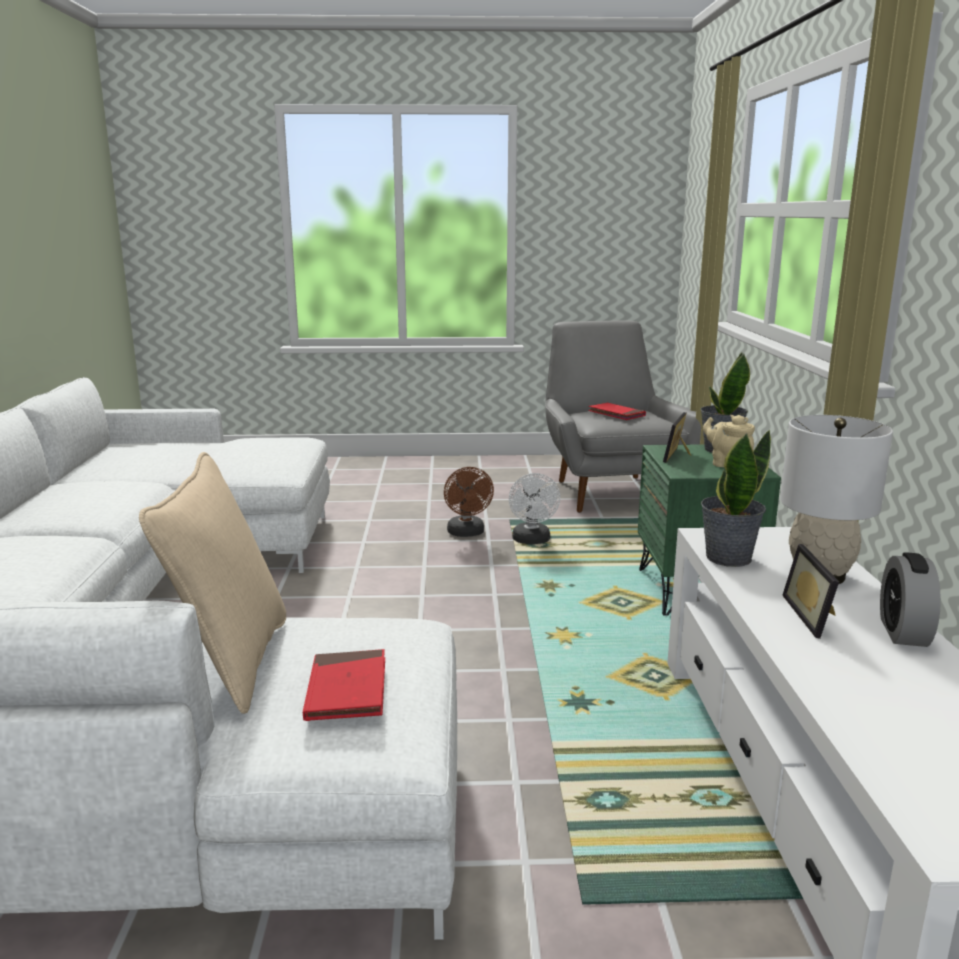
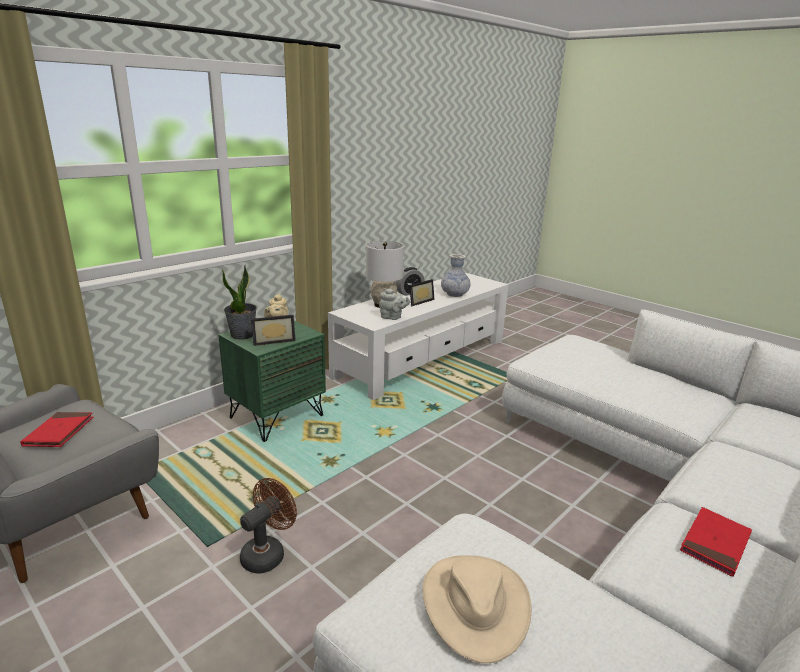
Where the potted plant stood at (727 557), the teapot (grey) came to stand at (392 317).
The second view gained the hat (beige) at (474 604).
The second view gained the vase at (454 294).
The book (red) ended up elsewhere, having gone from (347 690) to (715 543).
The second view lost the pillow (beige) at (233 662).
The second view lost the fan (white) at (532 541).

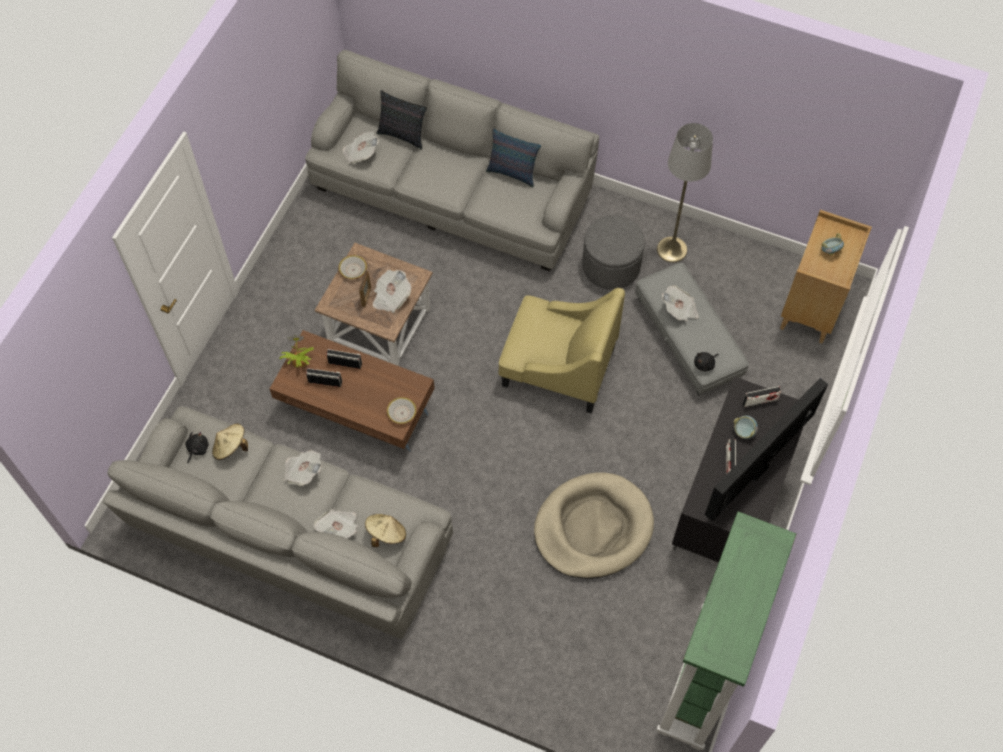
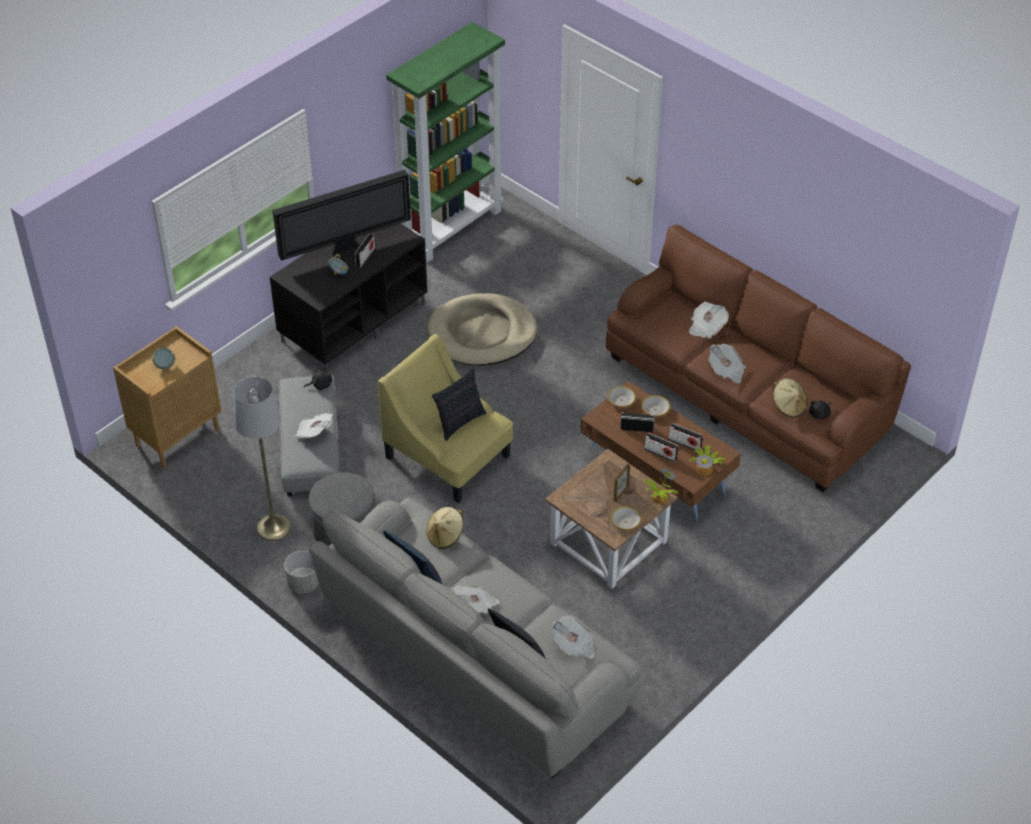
The second view gained the planter (grey) at (303 583).
The hat (beige) ended up elsewhere, having gone from (386 534) to (445 536).
The second view gained the pillow (black) at (460 422).
The newspaper ended up elsewhere, having gone from (391 297) to (476 605).
What was the sofa (grey) at (291 538) turned into the sofa (brown) at (747 394).
The radio ended up elsewhere, having gone from (760 401) to (636 428).
The second view gained the bowl at (655 410).
The second view gained the potted plant at (659 497).

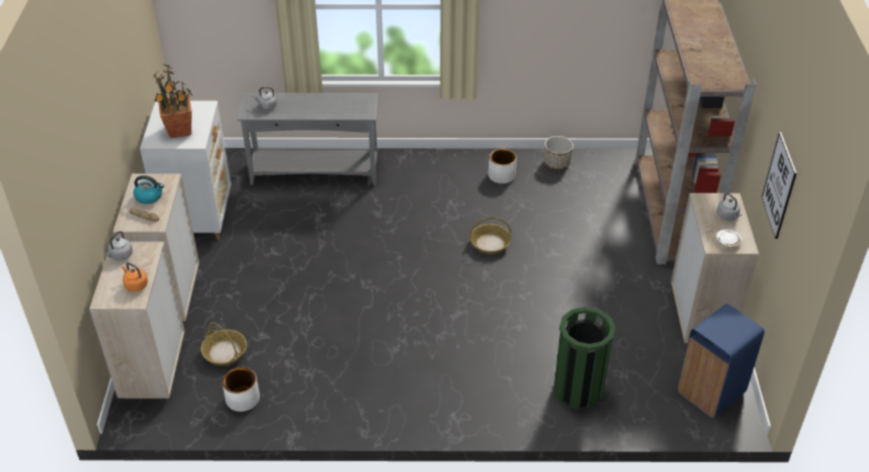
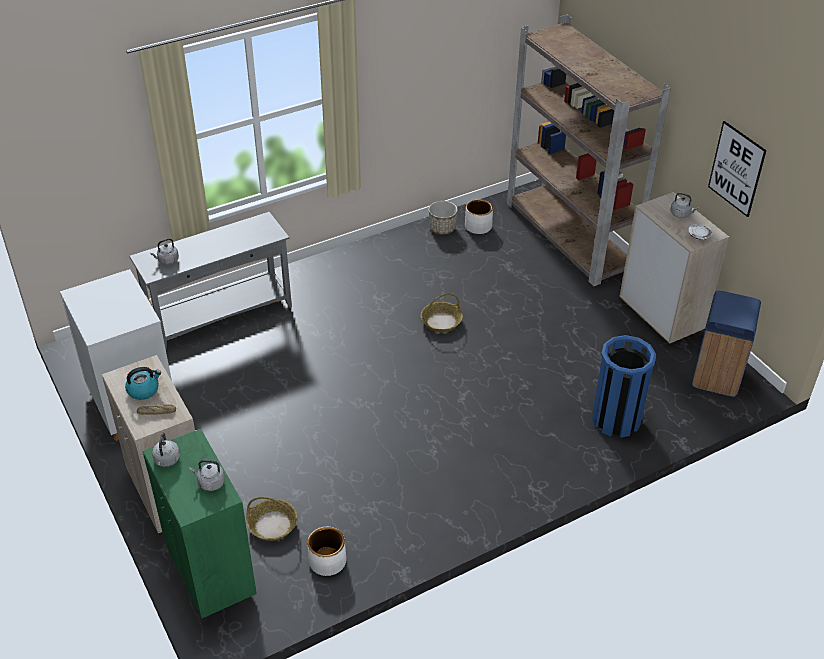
What was the cabinet (beige) at (153 367) turned into the cabinet (green) at (210 572).
What was the kettle (orange) at (135 285) turned into the kettle (grey) at (210 483).
The planter (white) ended up elsewhere, having gone from (502 175) to (478 226).
What was the trash can (green) at (578 390) turned into the trash can (blue) at (616 419).
The second view lost the potted plant at (180 130).

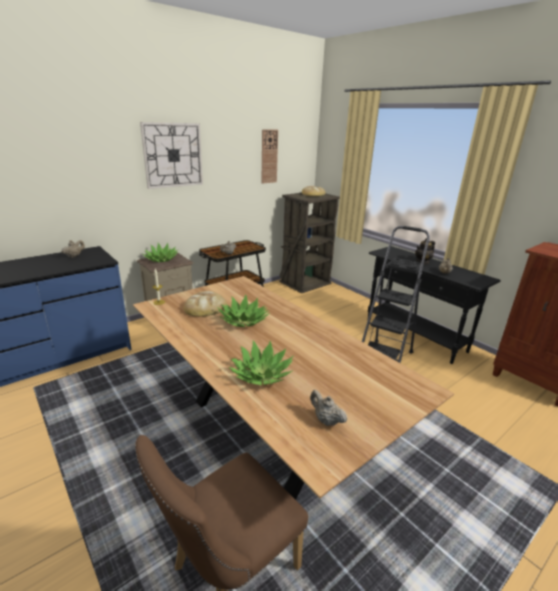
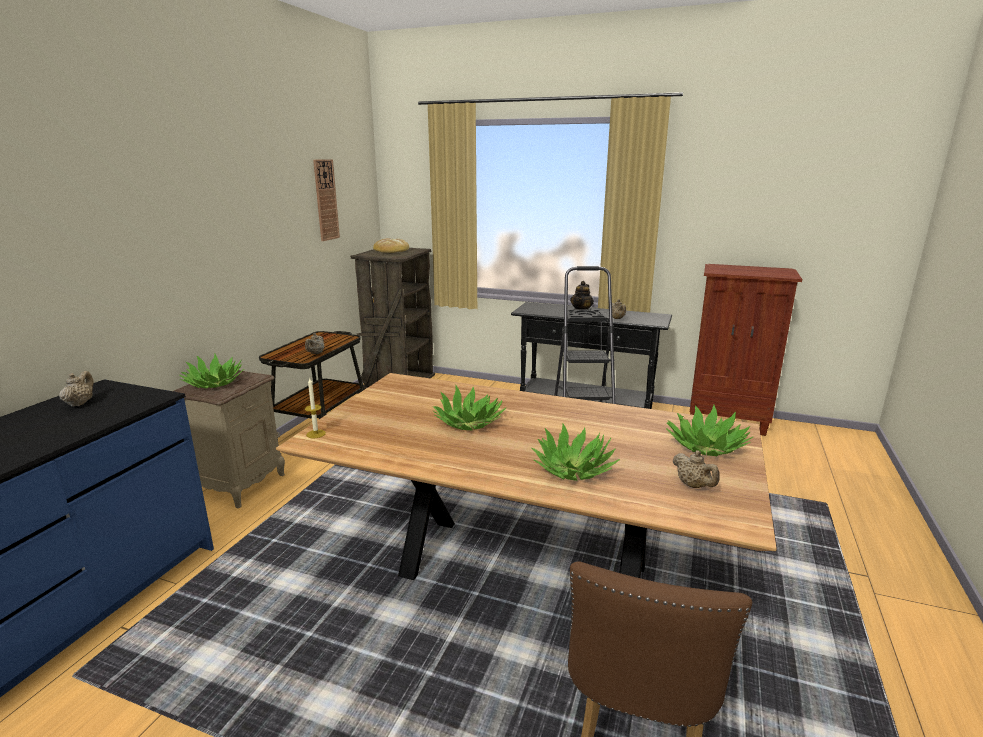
The second view gained the potted plant at (705 446).
The teapot (beige) at (326 420) ended up facing another way, 135 degrees counterclockwise from before.
The second view lost the wall clock at (173 155).
The second view lost the bread at (205 307).

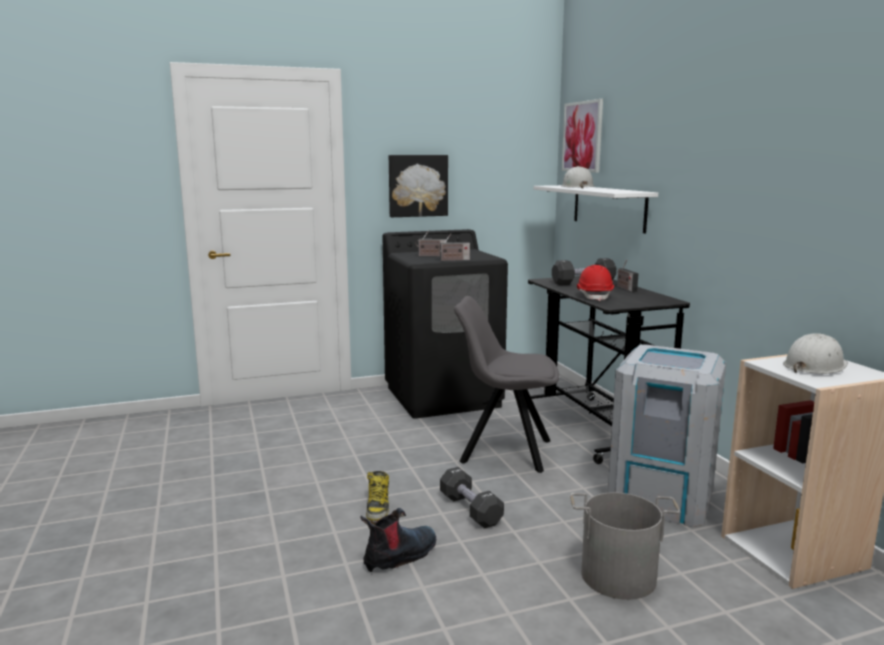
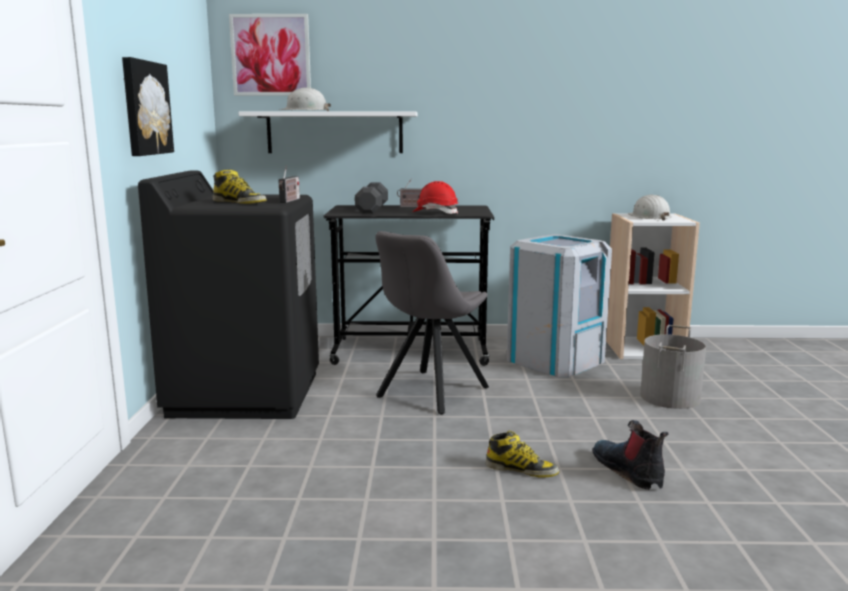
Where the radio stood at (431 256), the boot came to stand at (240 202).
The second view lost the dumbbell (black) at (470 510).

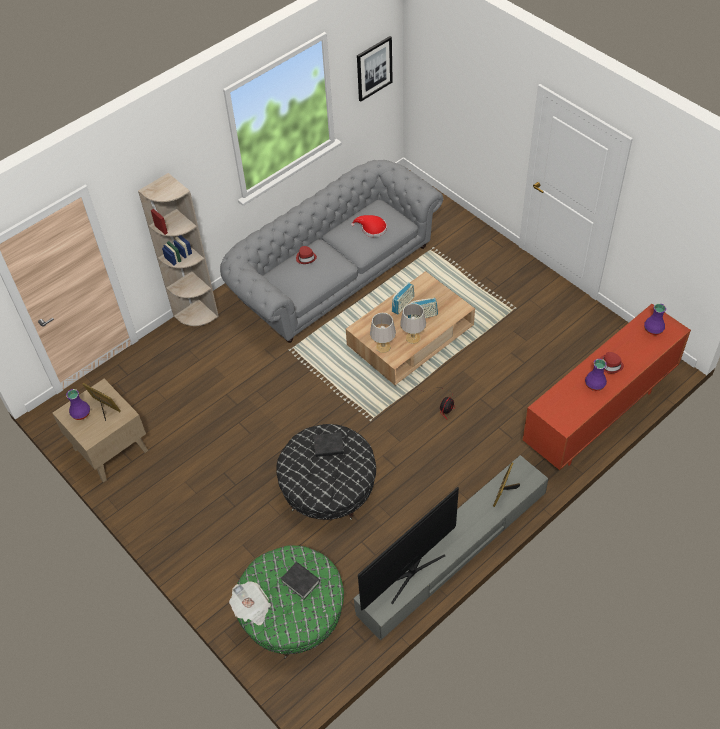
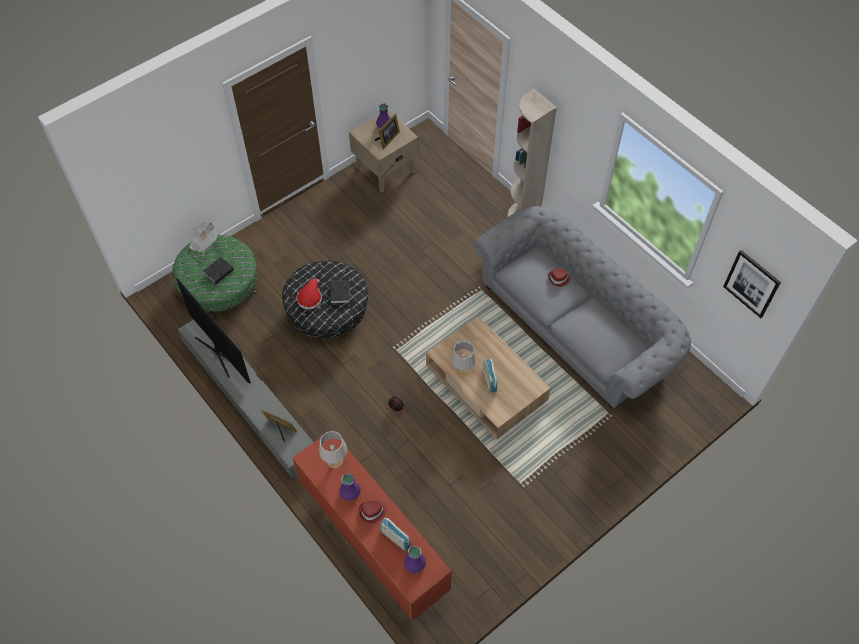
The hat (red) ended up elsewhere, having gone from (371 229) to (310 297).
The table lamp (grey) ended up elsewhere, having gone from (383 346) to (335 460).
The radio ended up elsewhere, having gone from (403 304) to (395 538).

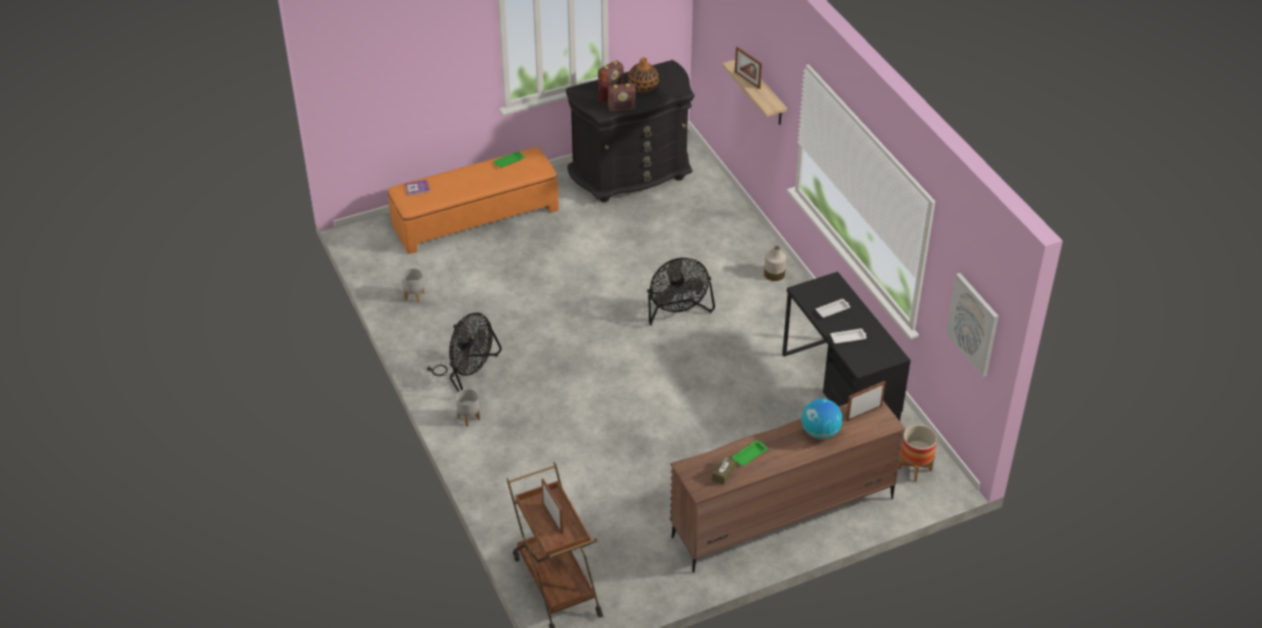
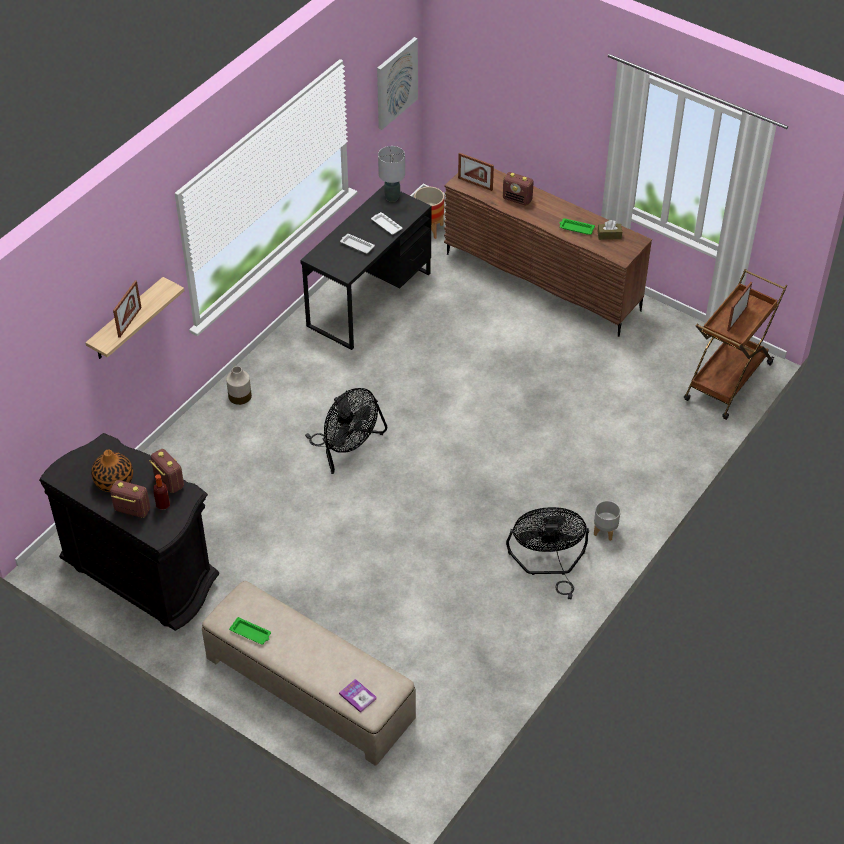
What was the bench (orange) at (476 217) turned into the bench (beige) at (308 688).
The fan (black) at (674 310) ended up facing another way, 90 degrees clockwise from before.
The second view gained the table lamp (grey) at (392 197).
Where the globe stood at (820 432), the radio came to stand at (517 199).
The second view lost the planter (grey) at (414 296).

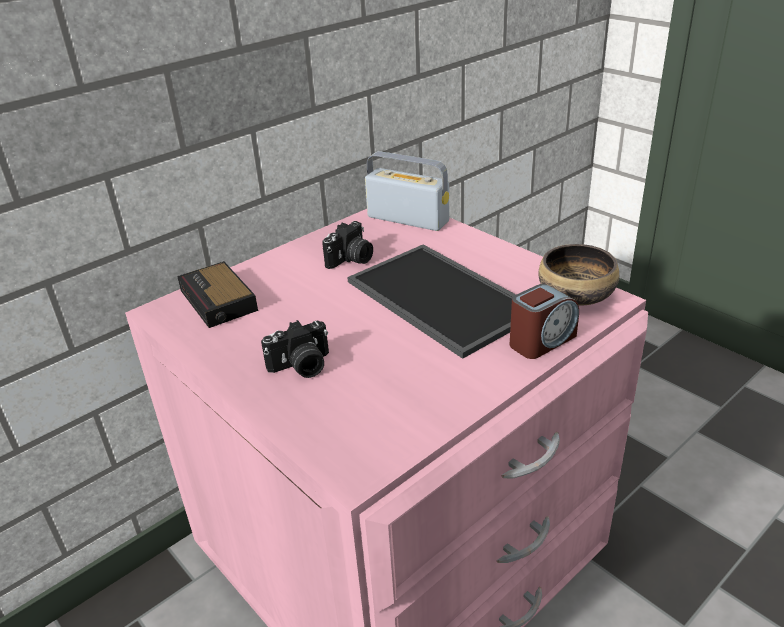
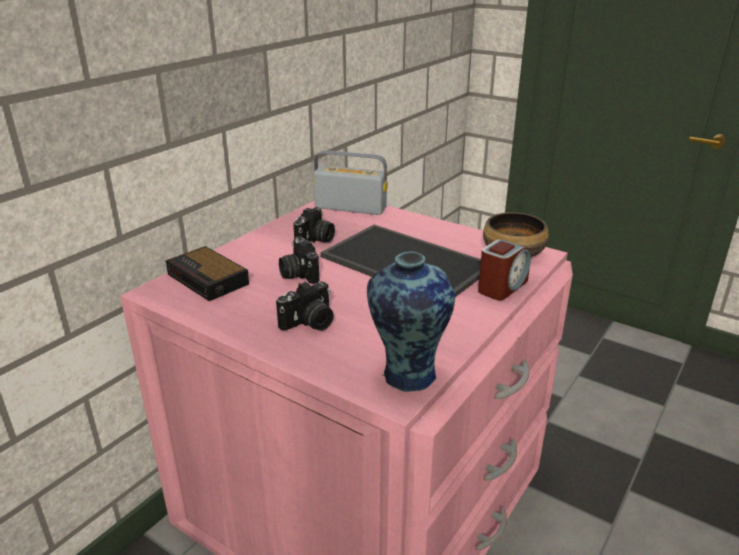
The second view gained the photo camera at (298 274).
The second view gained the vase at (406 375).

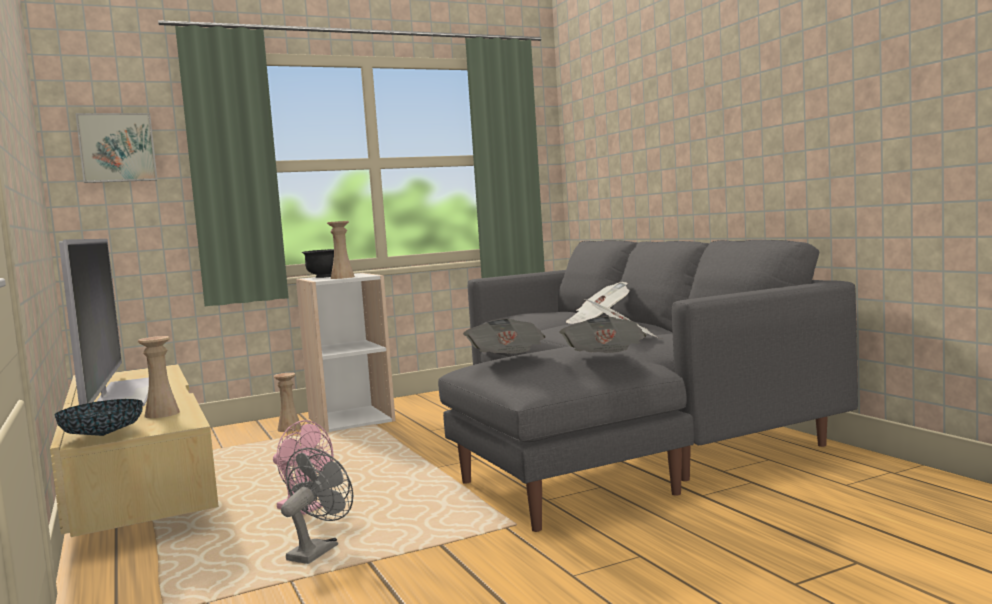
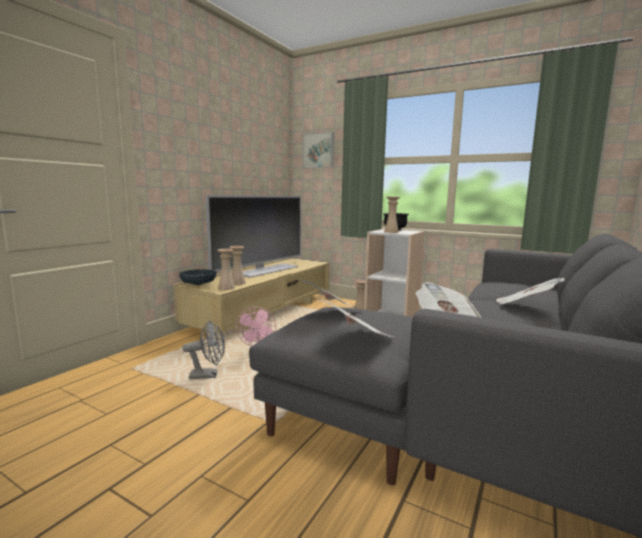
The second view gained the vase (beige) at (226 288).

